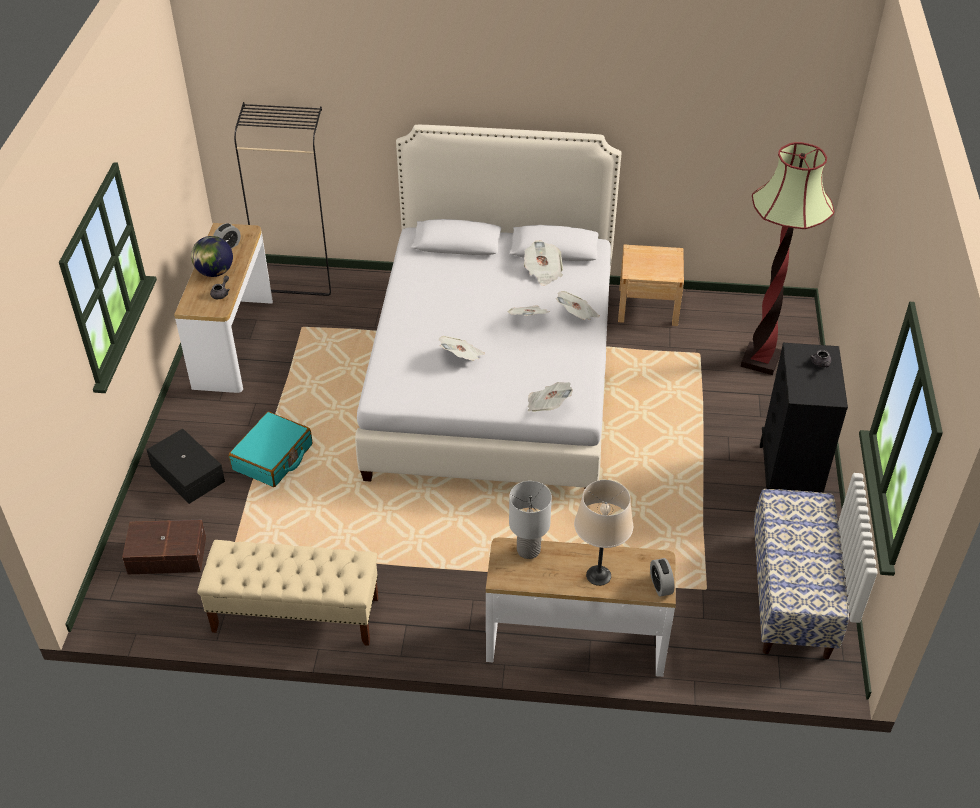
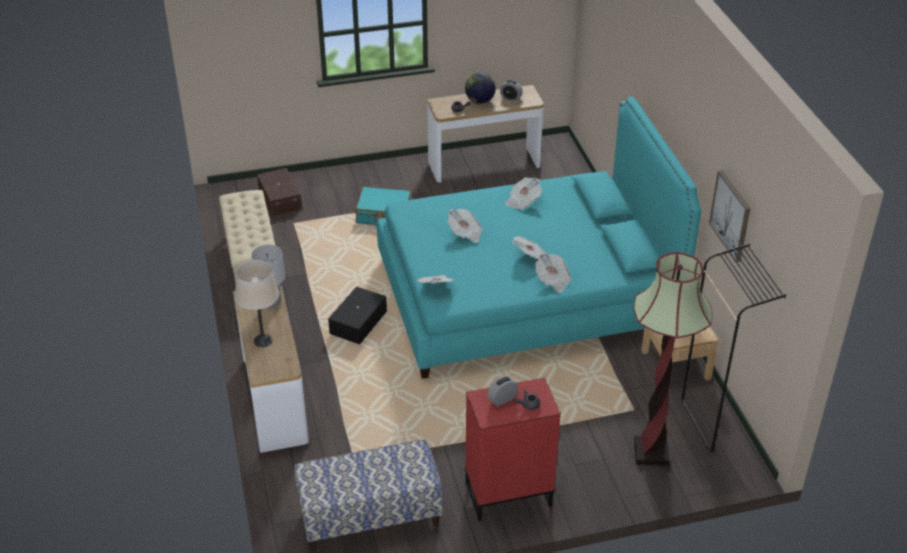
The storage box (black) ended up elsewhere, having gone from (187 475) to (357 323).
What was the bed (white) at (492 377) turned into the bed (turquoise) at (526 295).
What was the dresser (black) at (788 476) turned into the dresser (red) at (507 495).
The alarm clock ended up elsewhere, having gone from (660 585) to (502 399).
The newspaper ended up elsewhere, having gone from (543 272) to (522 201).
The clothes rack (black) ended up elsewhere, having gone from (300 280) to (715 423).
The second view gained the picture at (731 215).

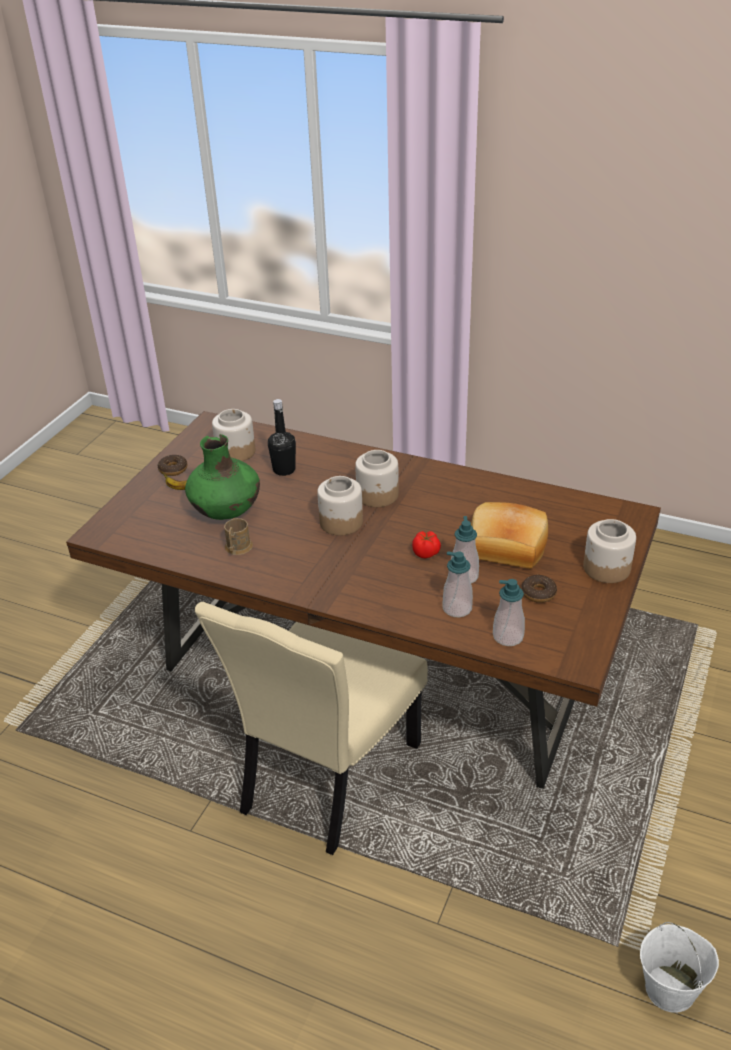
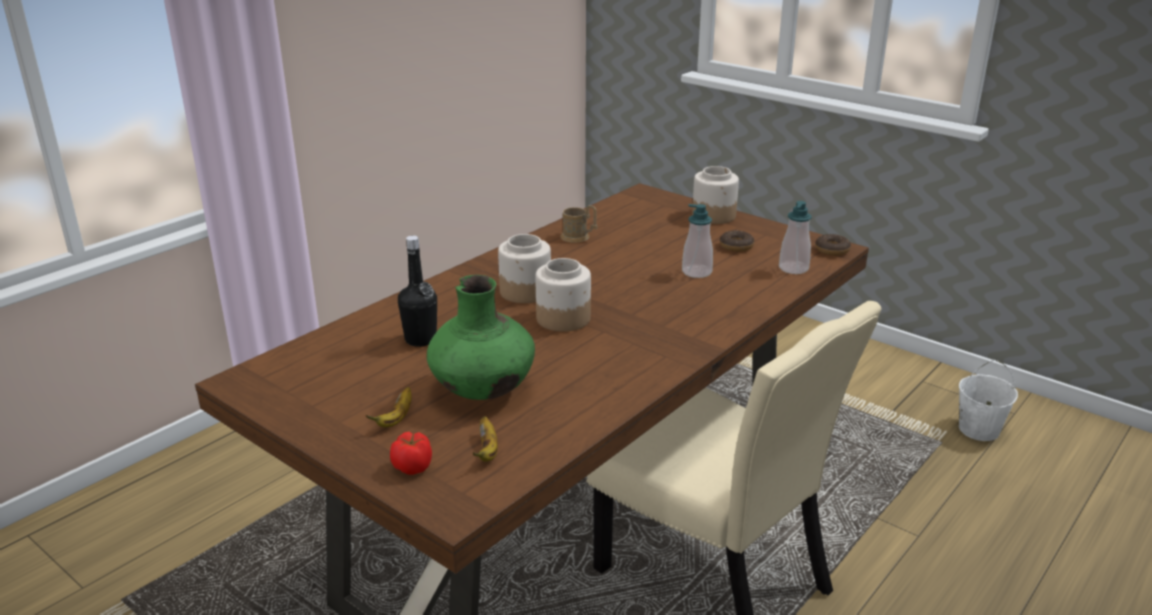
The tomato ended up elsewhere, having gone from (426 553) to (413 466).
The second view gained the banana at (487 451).
The mug (brown) ended up elsewhere, having gone from (237 548) to (579 237).
The donut ended up elsewhere, having gone from (173 469) to (832 250).
The second view lost the jar at (236 451).
The second view lost the soap dispenser at (457 608).
The second view lost the bread at (507 548).

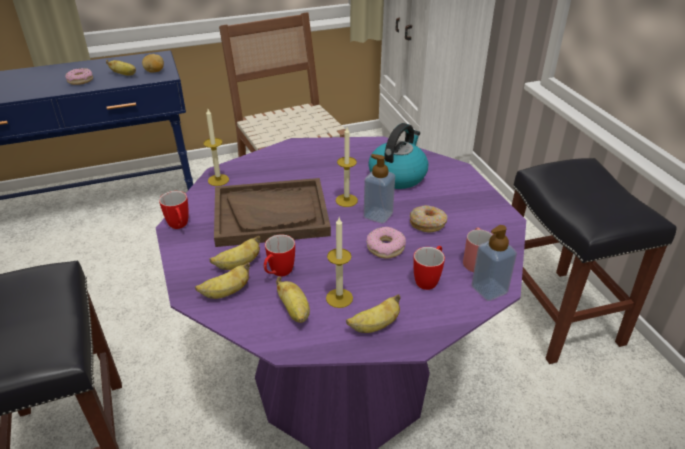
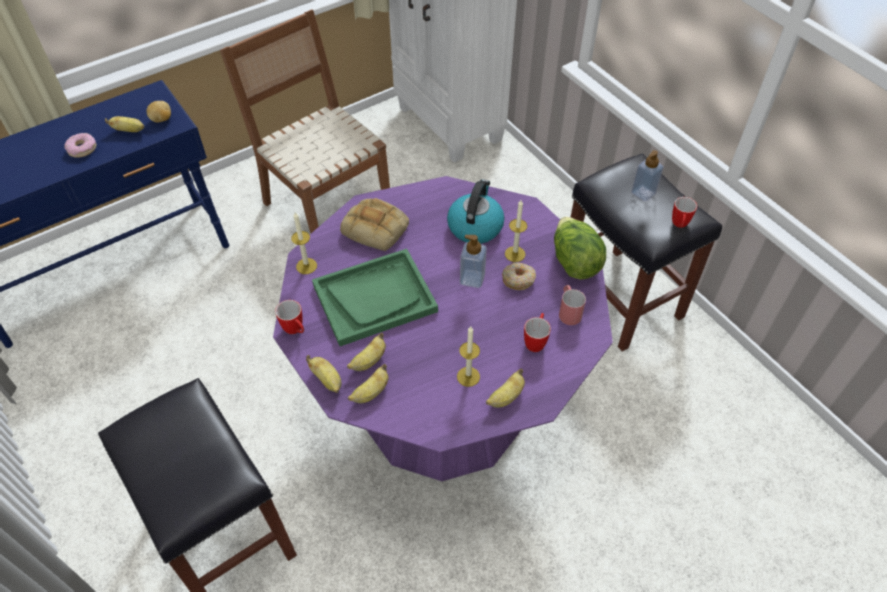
The banana ended up elsewhere, having gone from (295 311) to (327 380).
What was the tray (brown) at (271 214) turned into the tray (green) at (375 298).
The second view gained the bread at (376 228).
The candle ended up elsewhere, having gone from (346 200) to (515 254).
The second view gained the lettuce at (574 262).
The soap dispenser ended up elsewhere, having gone from (489 289) to (643 193).
The mug ended up elsewhere, having gone from (278 273) to (679 225).
The second view lost the donut at (385 247).

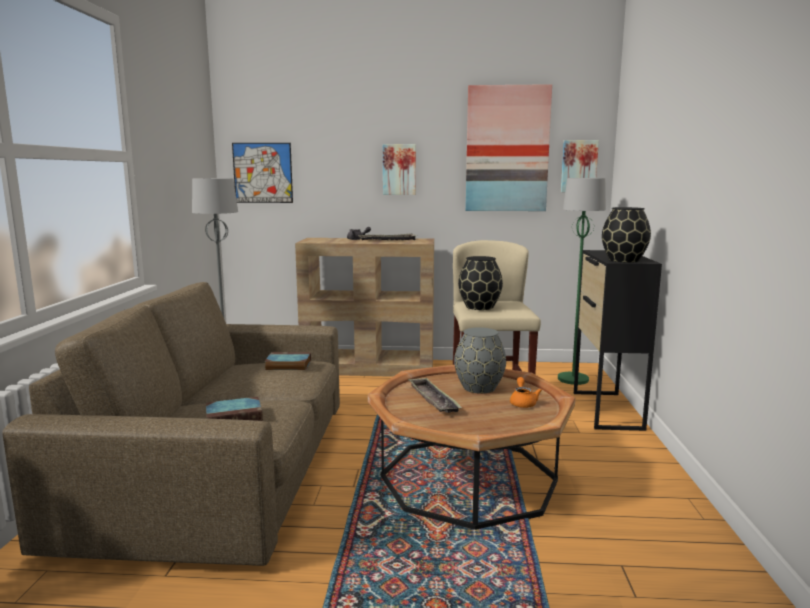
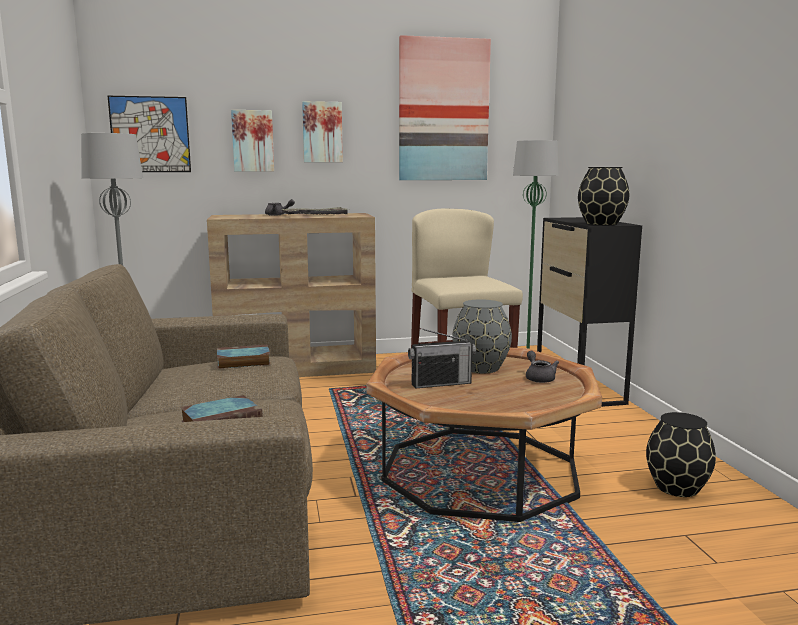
The picture ended up elsewhere, having gone from (578 166) to (253 141).
Where the tray stood at (433 399), the radio came to stand at (441 383).
What was the teapot (orange) at (523 402) turned into the teapot (grey) at (539 378).
The vase (black) ended up elsewhere, having gone from (479 307) to (677 488).

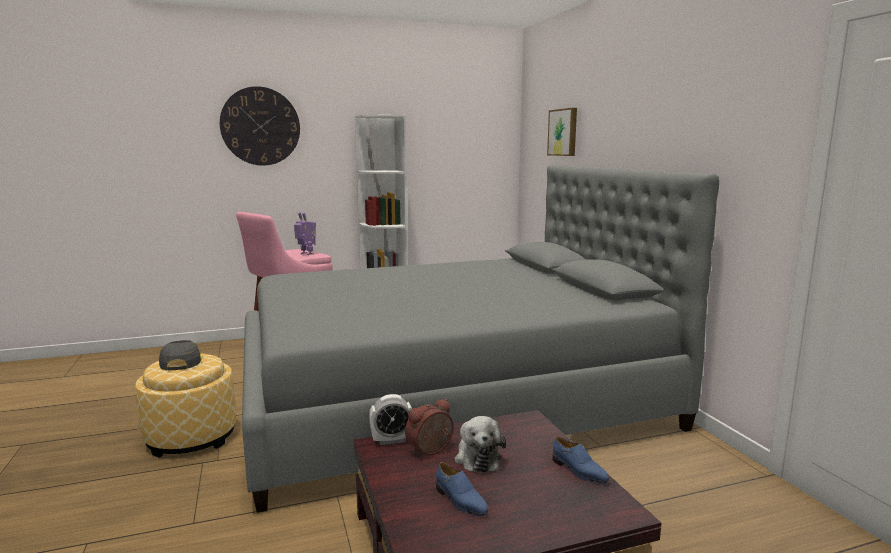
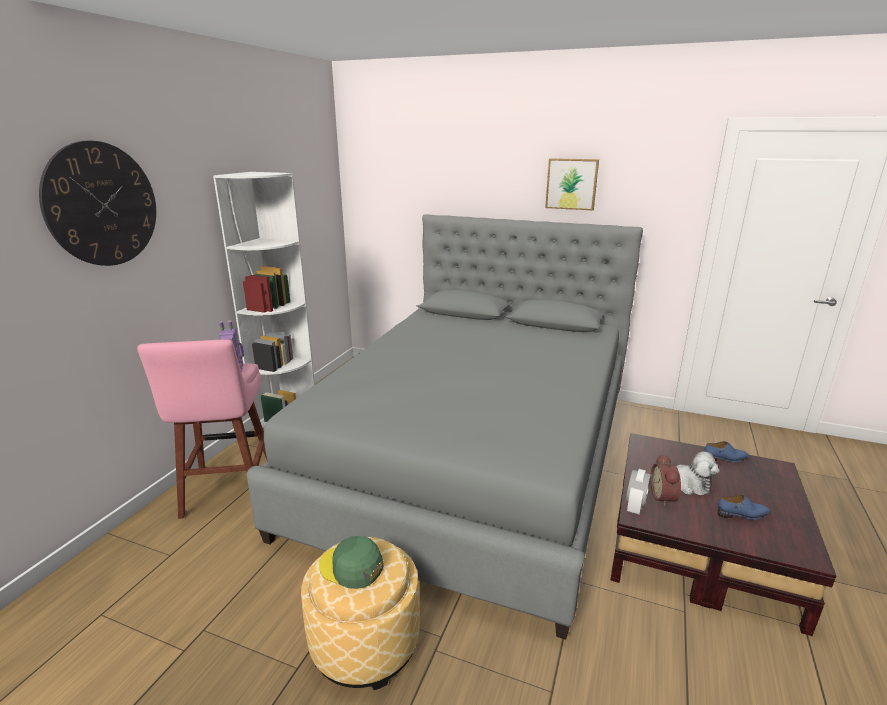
What was the cap (grey) at (181 361) turned into the cap (green) at (351 567).
The picture ended up elsewhere, having gone from (563 132) to (572 184).

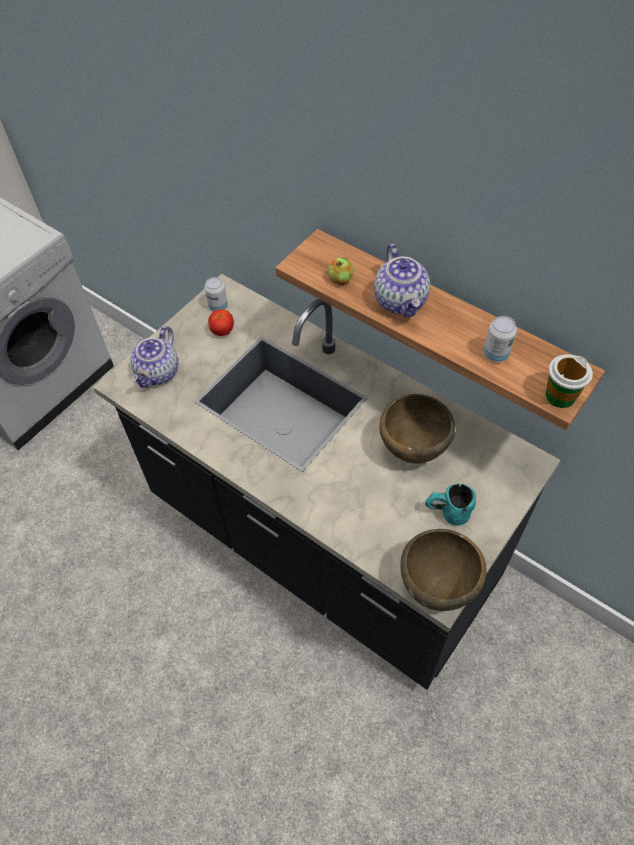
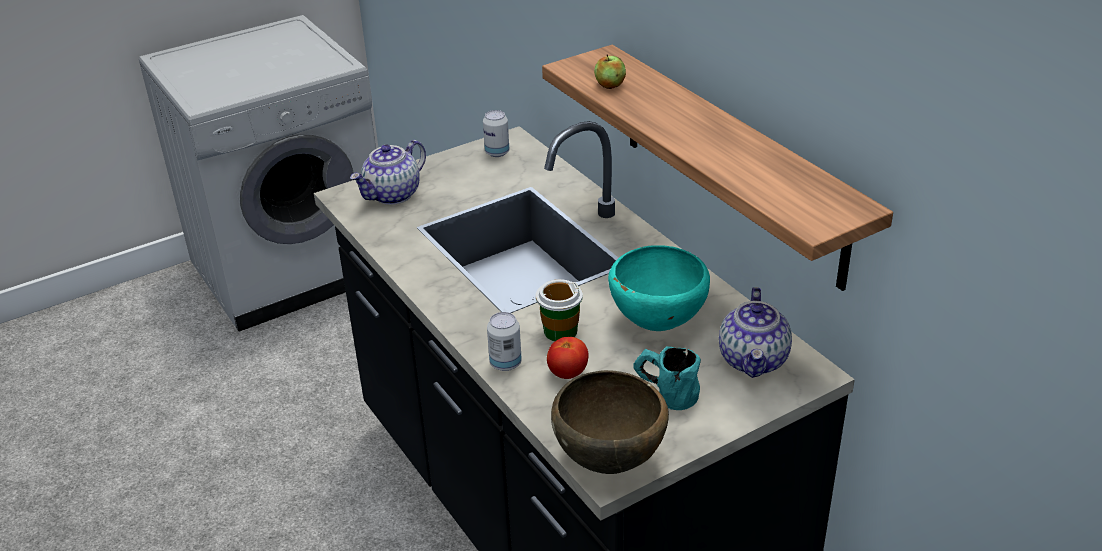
The can ended up elsewhere, having gone from (496 354) to (505 363).
The cup ended up elsewhere, having gone from (560 396) to (560 331).
The tomato ended up elsewhere, having gone from (222 331) to (567 373).
What was the bowl (brown) at (412 449) turned into the bowl (turquoise) at (656 324).
The teapot ended up elsewhere, having gone from (401 301) to (754 360).

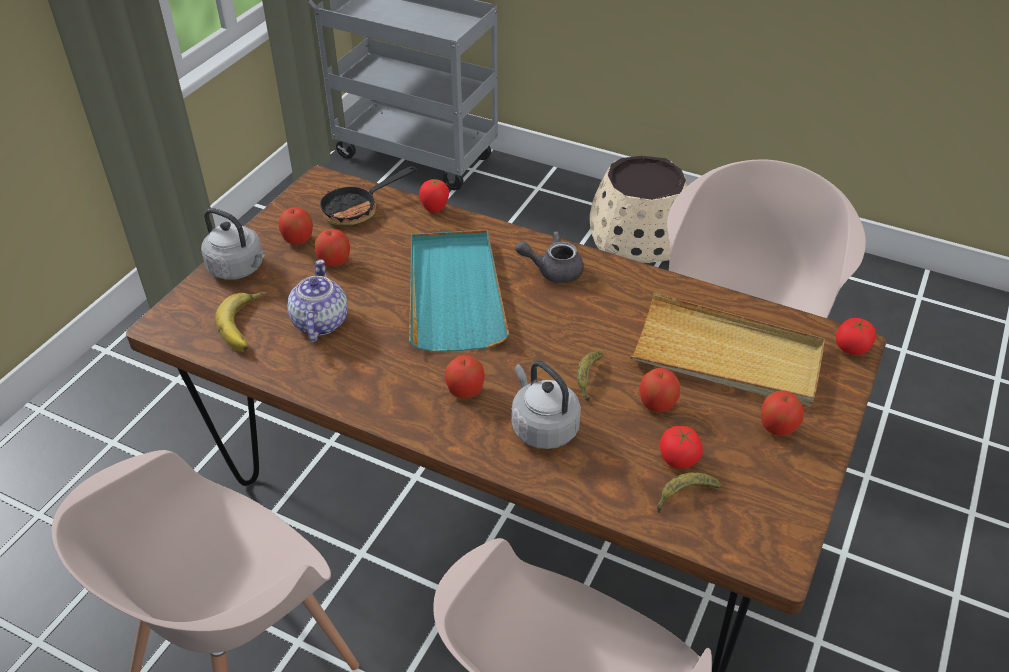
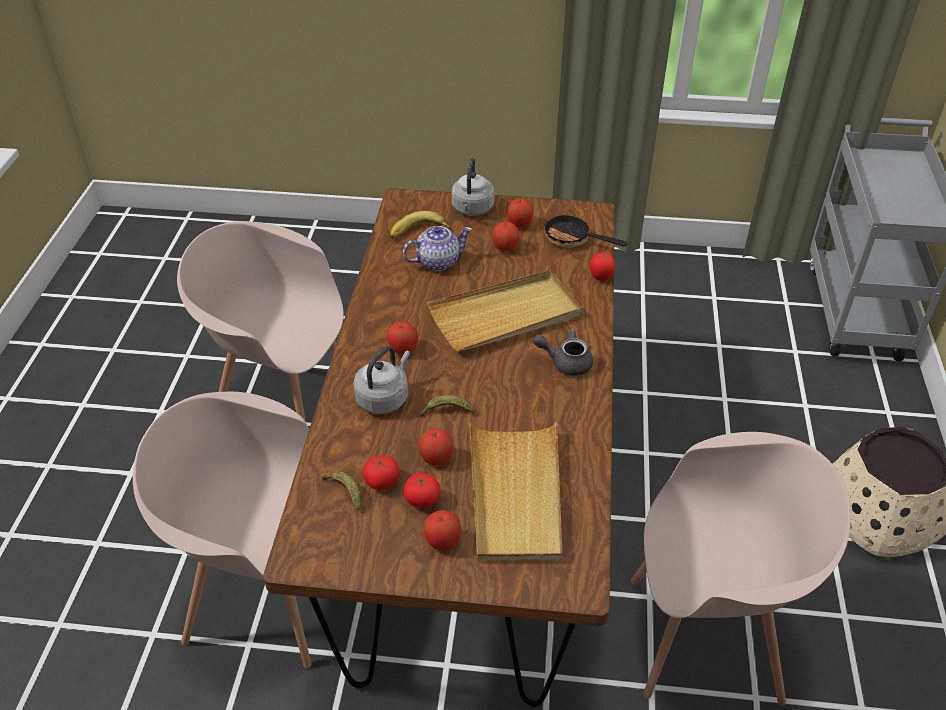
The tomato ended up elsewhere, having gone from (851 348) to (422 500).
What was the tray (turquoise) at (454 293) turned into the tray (beige) at (505 315).
The teapot (grey) at (553 270) ended up facing another way, 60 degrees counterclockwise from before.

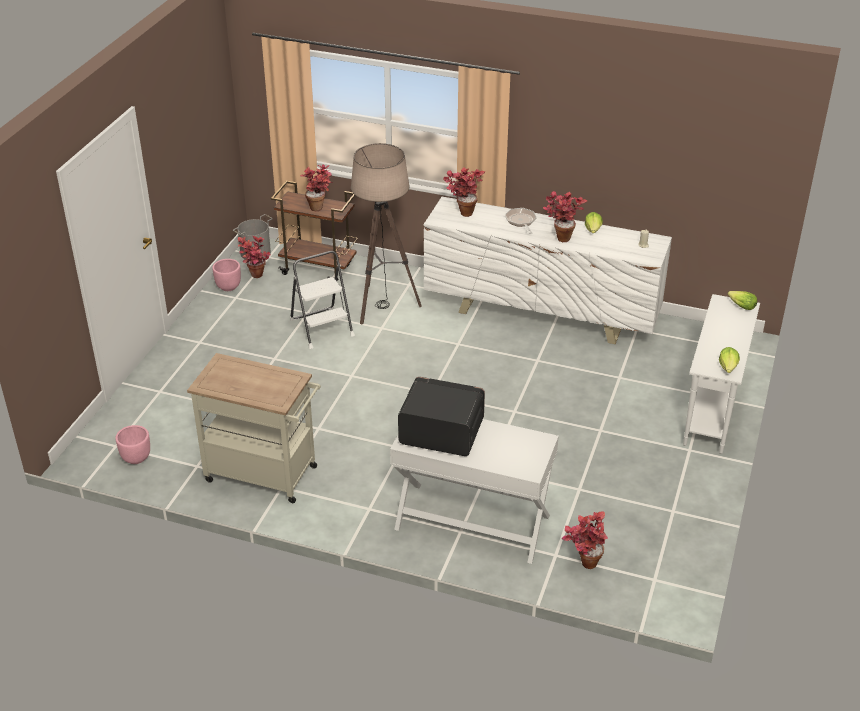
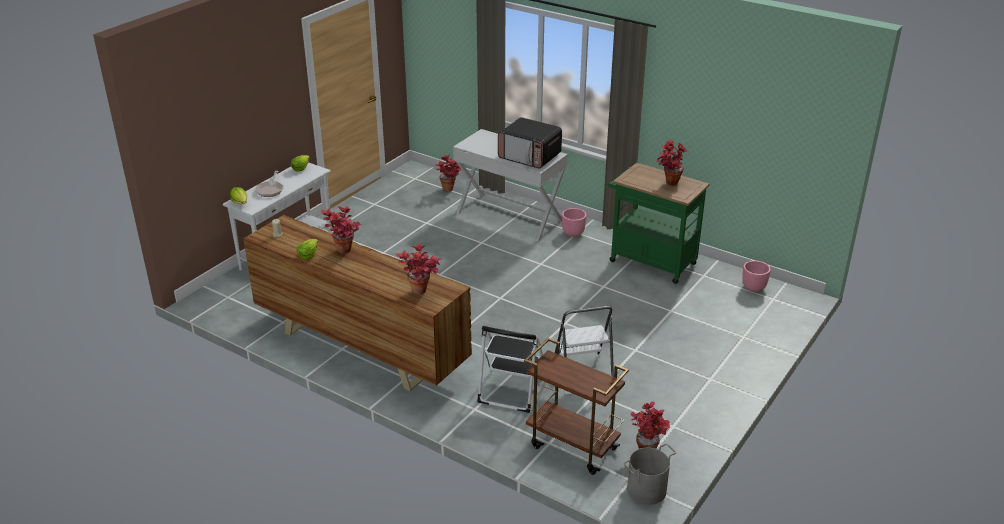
What was the cabinet (white) at (542 316) turned into the cabinet (brown) at (359 349).
The frying pan ended up elsewhere, having gone from (521 221) to (270 190).
Where the floor lamp stood at (383 305), the step ladder came to stand at (511 388).
The planter (pink) ended up elsewhere, having gone from (228 287) to (573 233).
What was the cart (beige) at (264 475) turned into the cart (green) at (650 262).
The potted plant ended up elsewhere, having gone from (320 206) to (668 184).

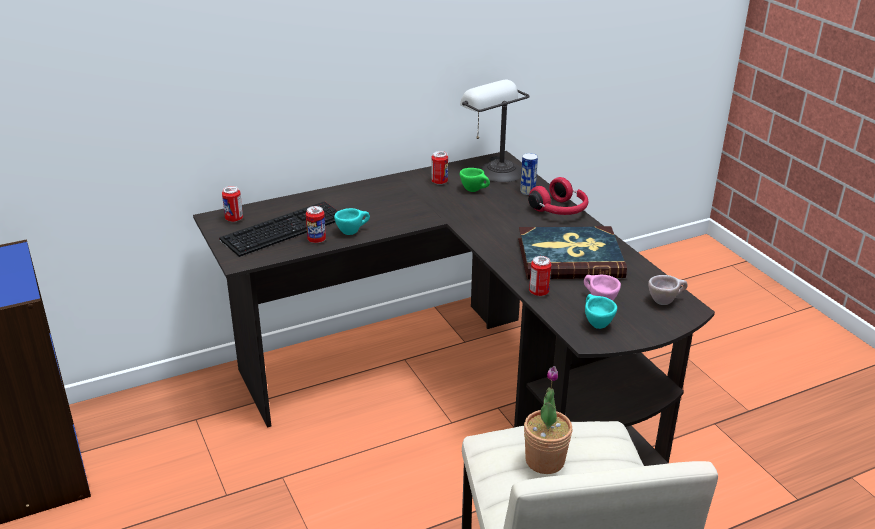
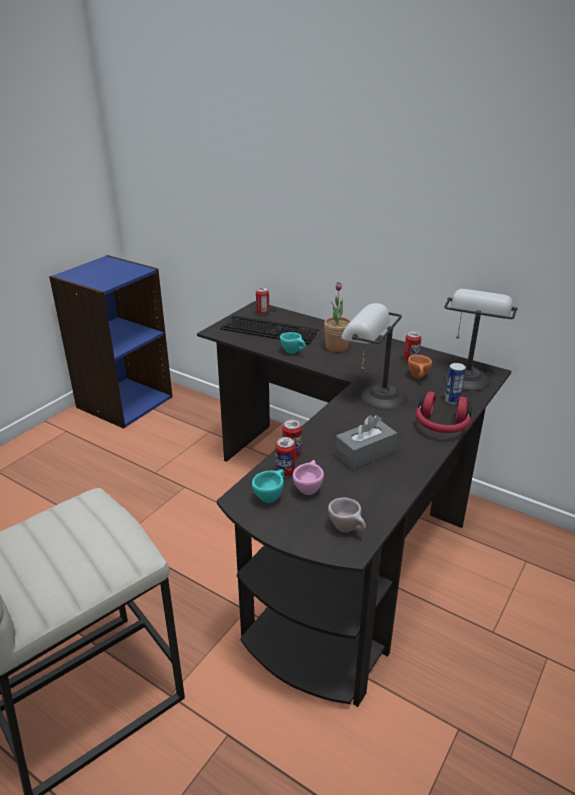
The can ended up elsewhere, having gone from (316 240) to (285 472).
The potted plant ended up elsewhere, having gone from (545 461) to (336 347).
Where the book stood at (569 258), the tissue box (grey) came to stand at (365 453).
The second view gained the table lamp at (373 395).
What was the cup (green) at (475 190) turned into the cup (orange) at (419 377).

